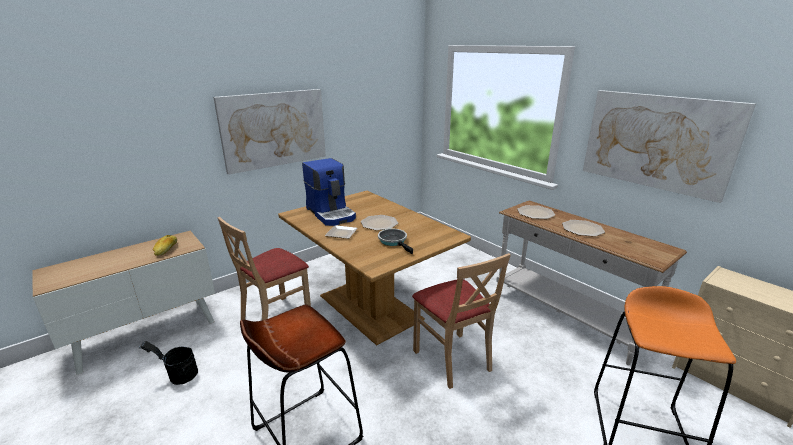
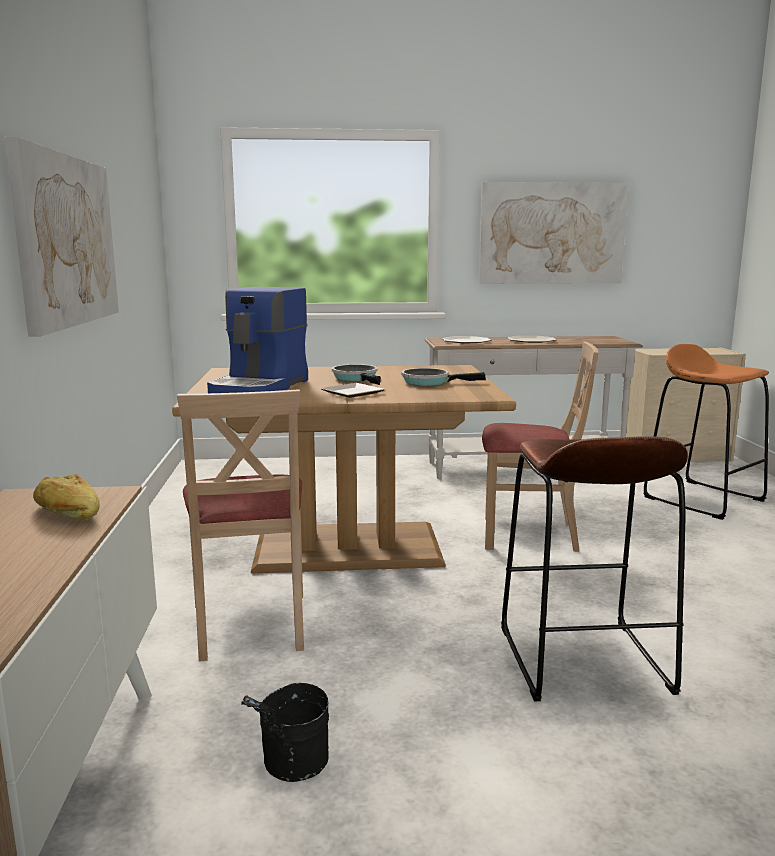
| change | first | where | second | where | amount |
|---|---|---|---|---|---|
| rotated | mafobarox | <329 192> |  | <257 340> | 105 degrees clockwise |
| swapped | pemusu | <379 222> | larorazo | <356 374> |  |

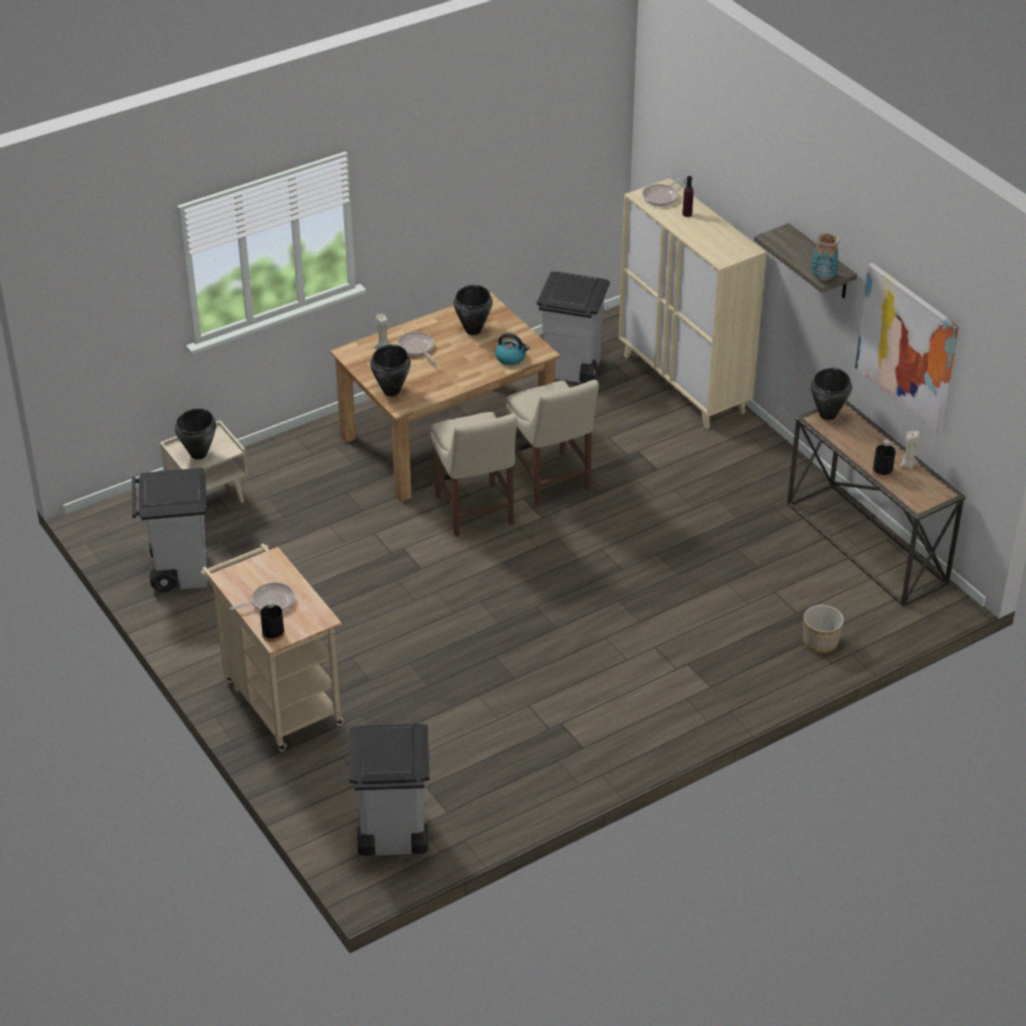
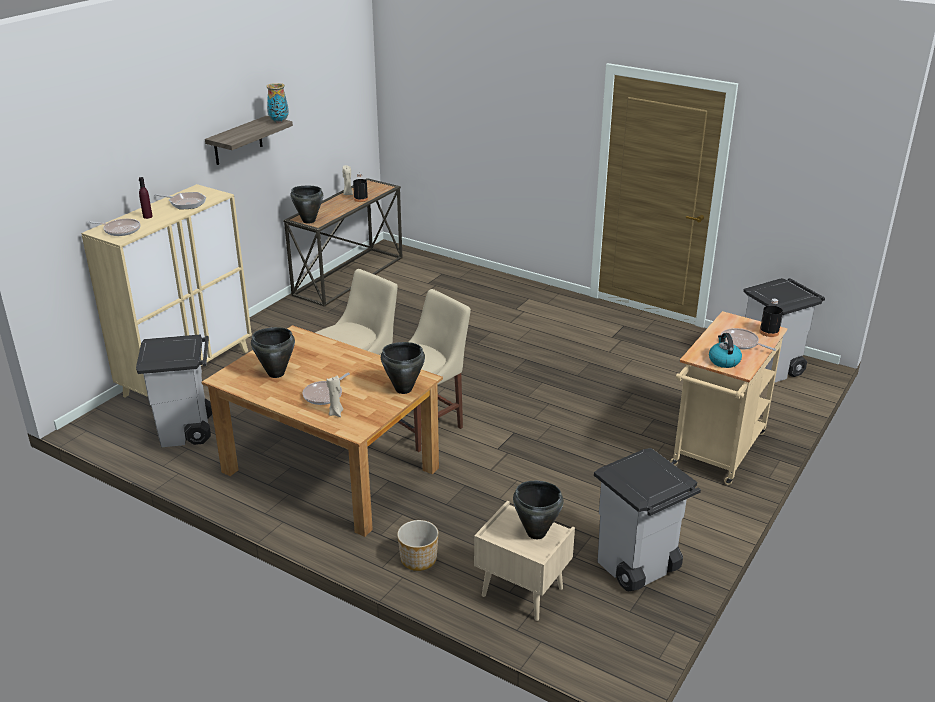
| change | first | where | second | where | amount |
|---|---|---|---|---|---|
| shifted | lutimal | <512 349> |  | <725 350> |  |
| shifted | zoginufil | <823 629> |  | <418 545> |  |
| gone | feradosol | <907 348> |  |  |  |
| new |  |  | larorazo | <180 201> |  |

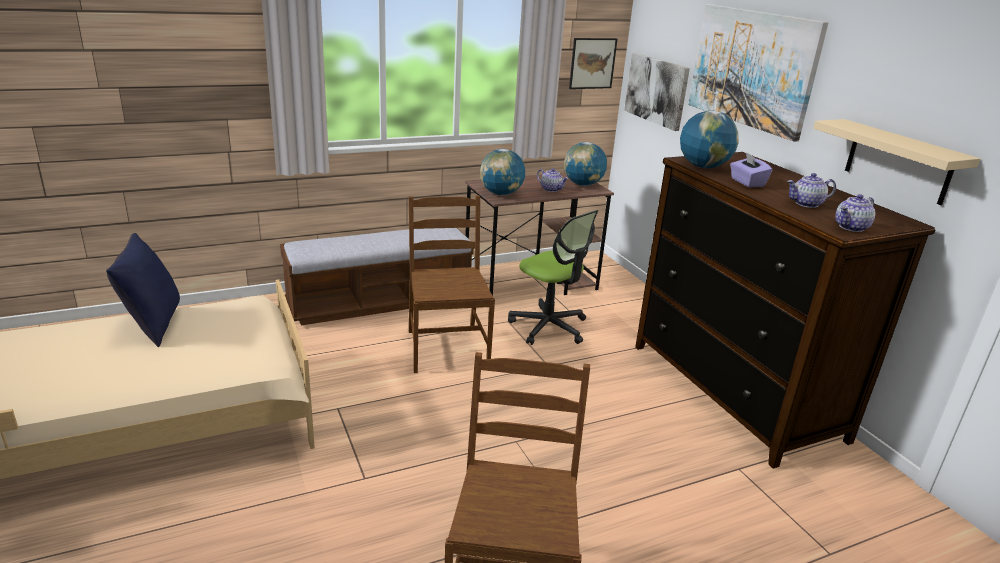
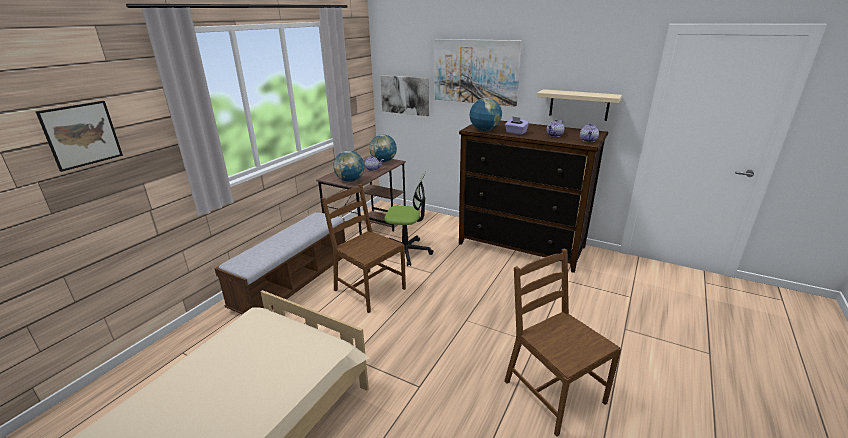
| change | first | where | second | where | amount |
|---|---|---|---|---|---|
| gone | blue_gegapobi | <143 290> |  |  |  |
| shifted | feradosol | <593 63> |  | <79 136> |  |

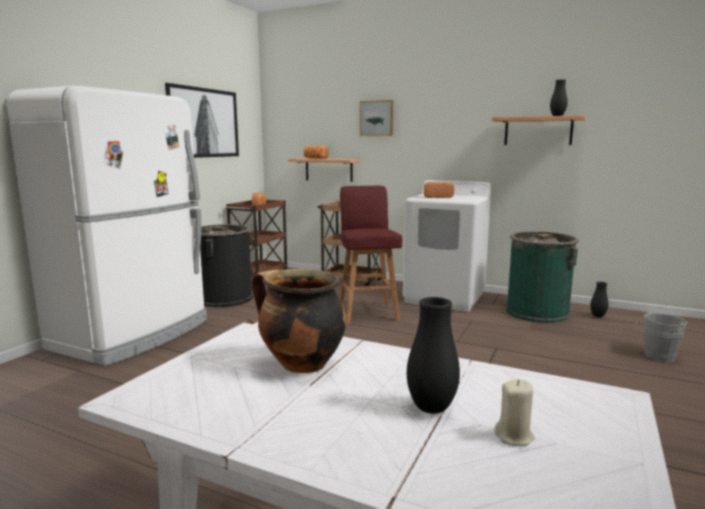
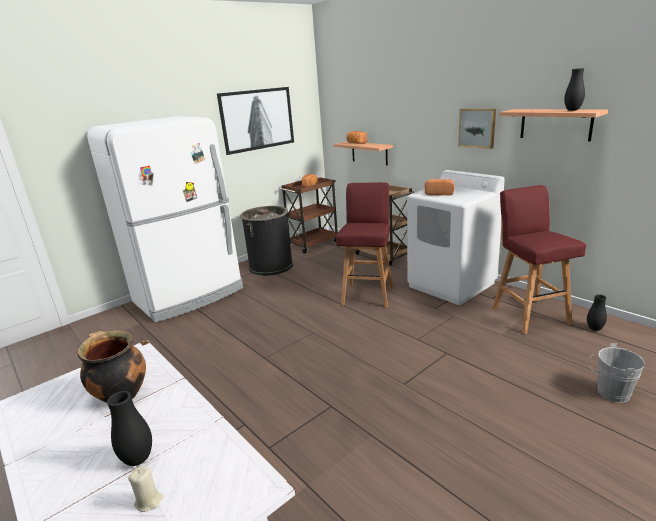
| change | first | where | second | where | amount |
|---|---|---|---|---|---|
| shifted | feradosol | <376 118> |  | <477 129> |  |
| swapped | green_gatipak | <542 277> | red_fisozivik | <539 259> |  |

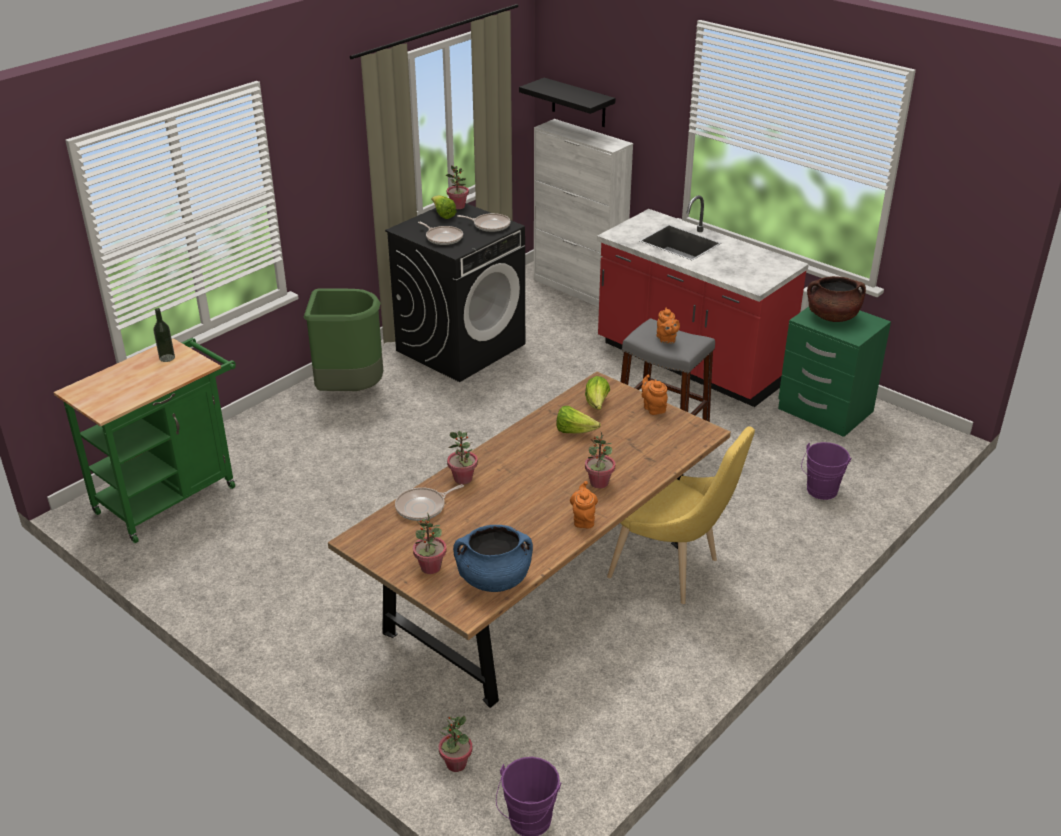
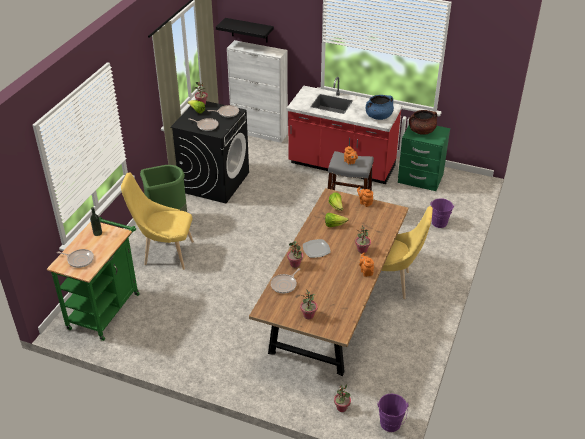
| change | first | where | second | where | amount |
|---|---|---|---|---|---|
| shifted | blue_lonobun | <493 558> |  | <380 107> |  |
| new |  |  | larorazo | <75 258> |  |
| new |  |  | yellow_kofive | <157 221> |  |
| new |  |  | pemusu | <317 248> |  |

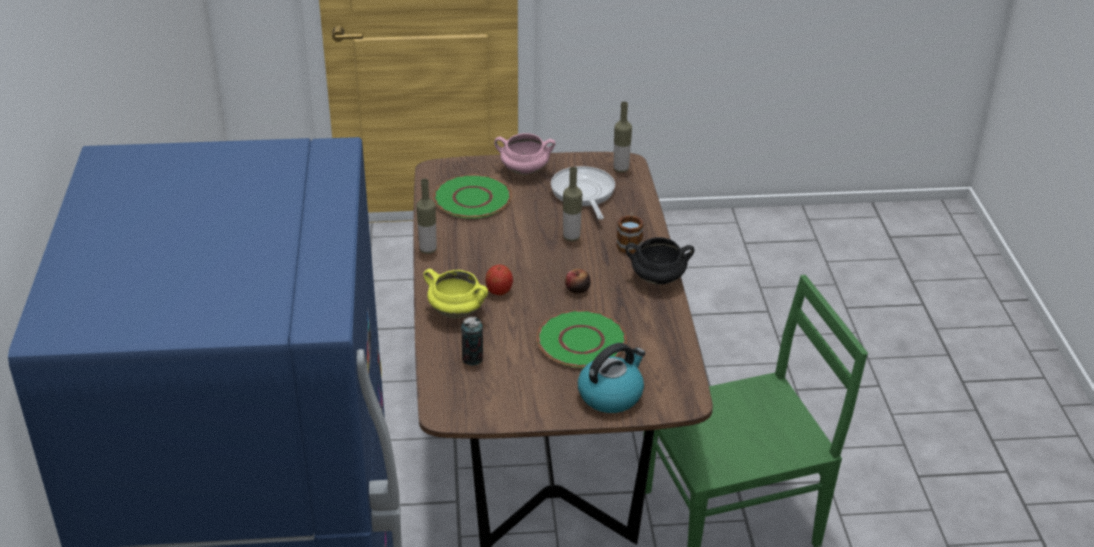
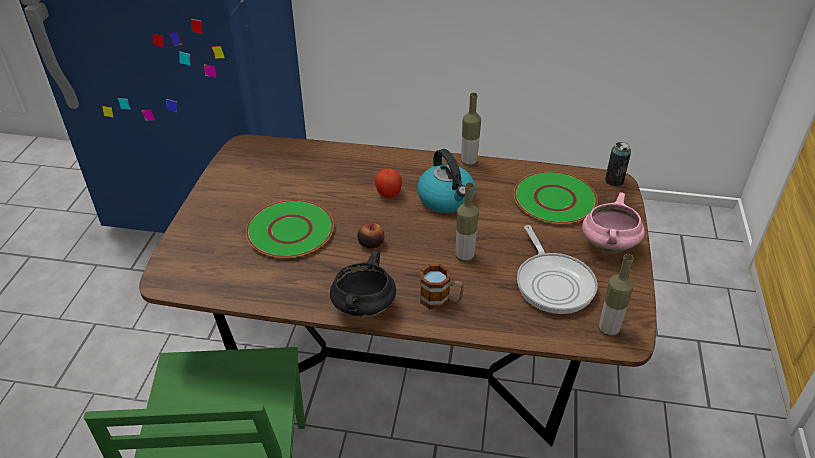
| change | first | where | second | where | amount |
|---|---|---|---|---|---|
| gone | yellow_lonobun | <455 294> |  |  |  |
| shifted | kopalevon | <472 341> |  | <618 164> |  |
| rotated | larorazo | <583 193> |  | <557 269> | 75 degrees clockwise |
| shifted | lutimal | <612 378> |  | <446 181> |  |

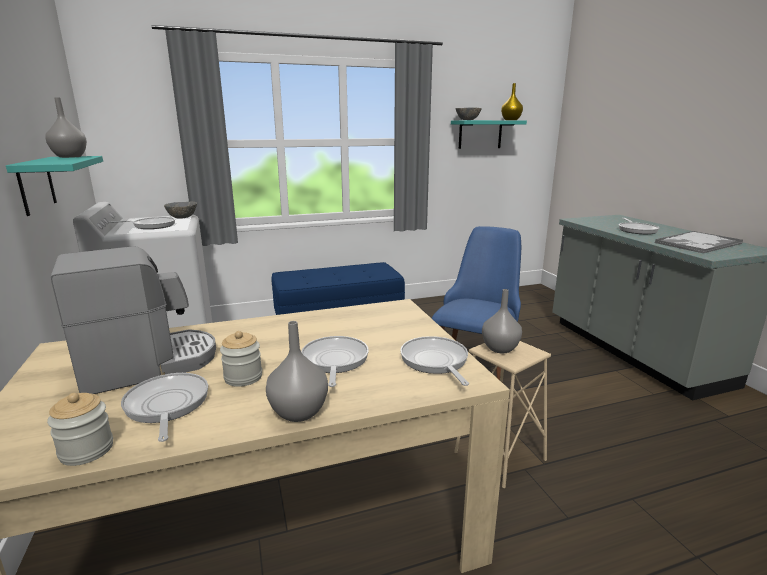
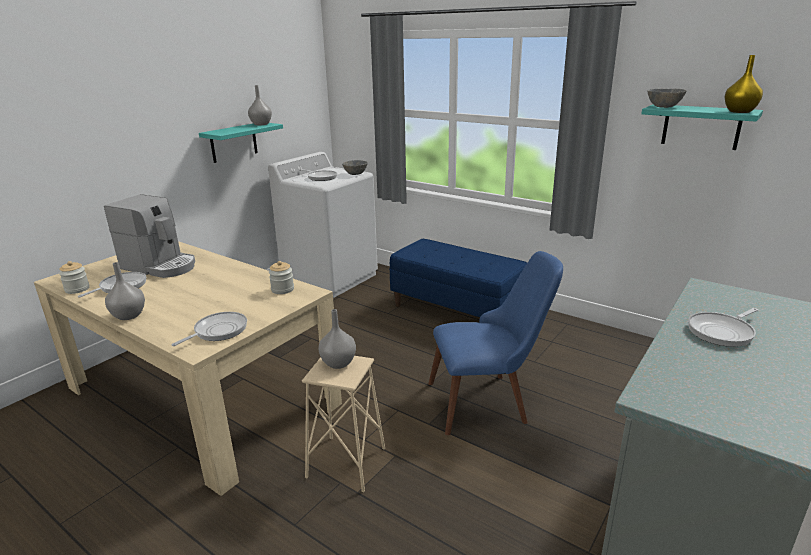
| change | first | where | second | where | amount |
|---|---|---|---|---|---|
| shifted | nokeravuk | <241 359> |  | <281 277> |  |
| gone | larorazo | <335 361> |  |  |  |
| gone | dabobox | <699 242> |  |  |  |

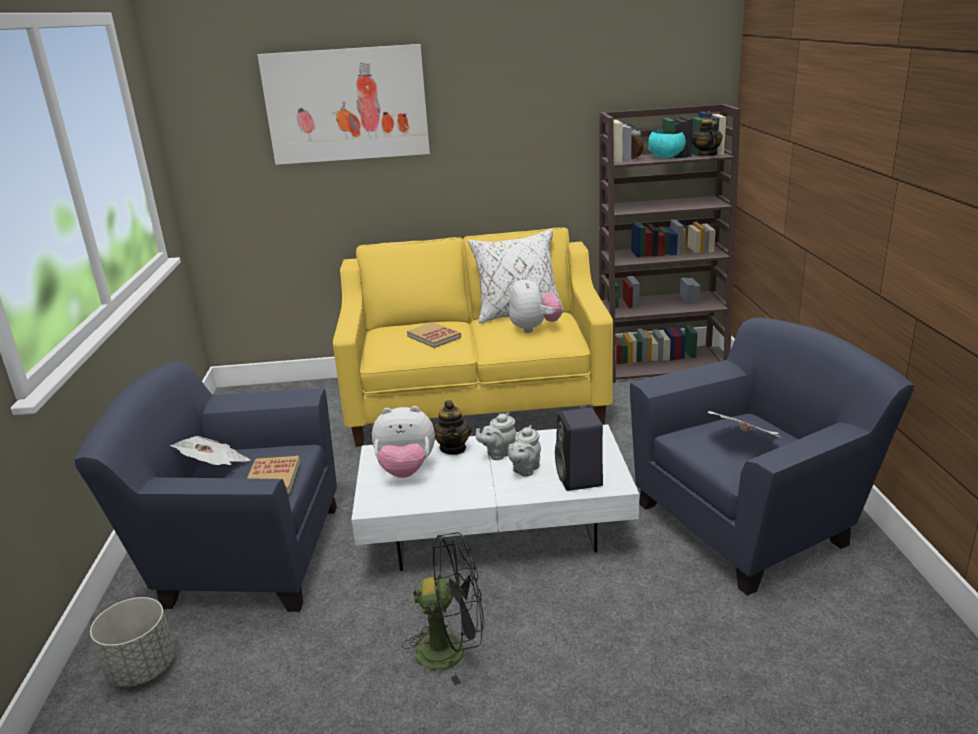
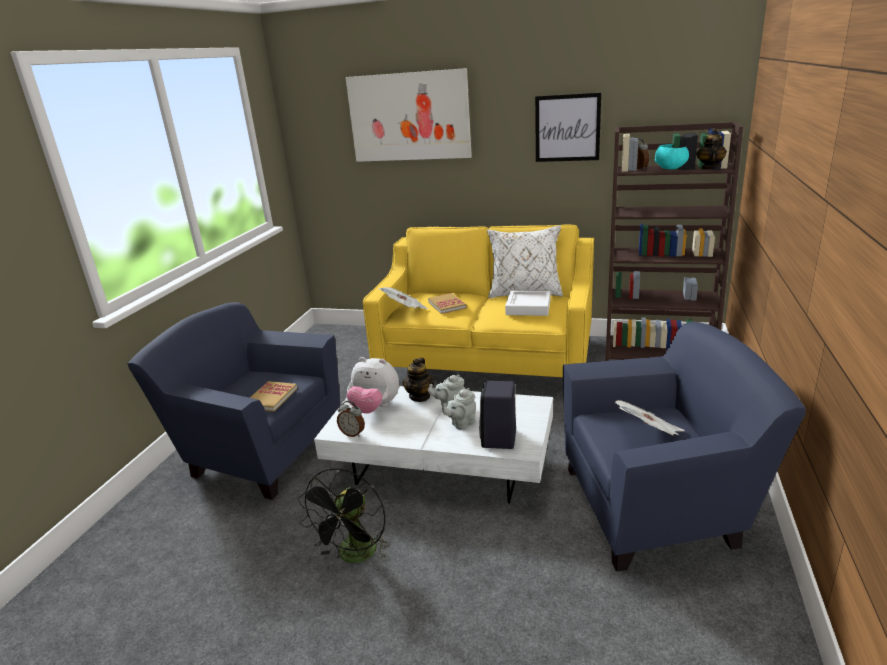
| change | first | where | second | where | amount |
|---|---|---|---|---|---|
| gone | grey_zoginufil | <132 642> |  |  |  |
| shifted | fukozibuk | <210 450> |  | <404 298> |  |
| rotated | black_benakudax | <443 608> |  | <344 515> | 90 degrees clockwise |
| swapped | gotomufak | <535 304> | white_dabobox | <527 303> |  |
| new |  |  | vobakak | <351 419> |  |
| new |  |  | feradosol | <568 127> |  |

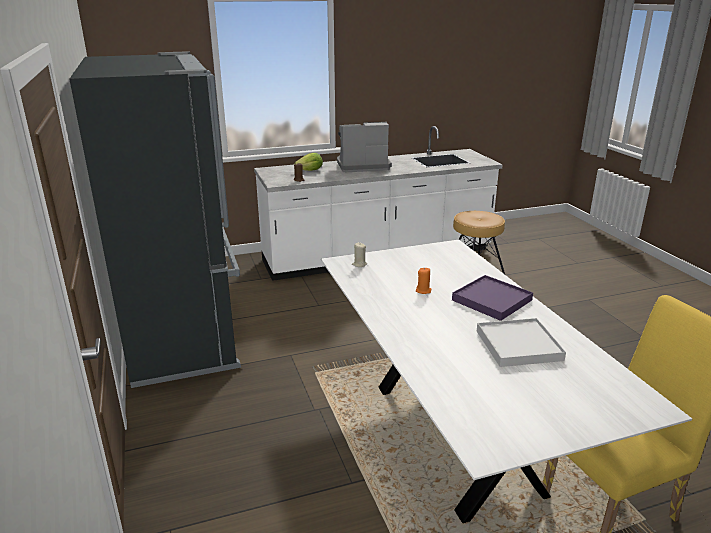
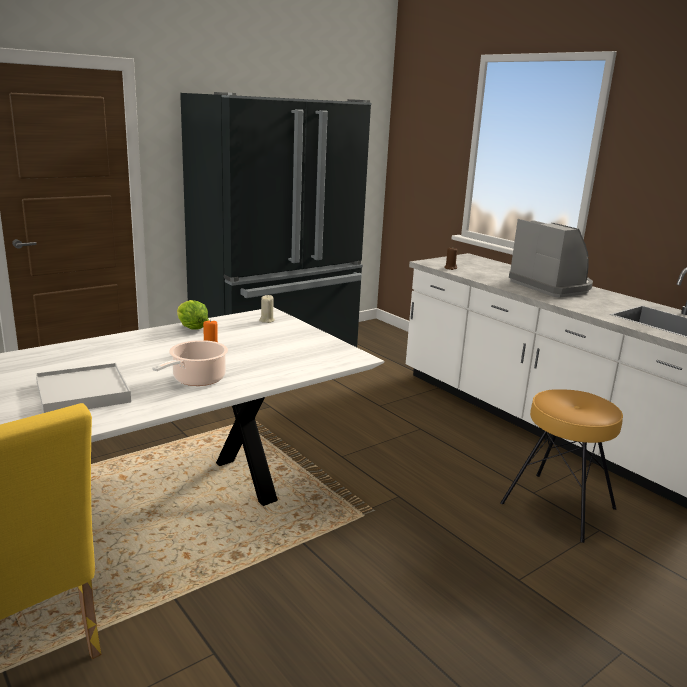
| change | first | where | second | where | amount |
|---|---|---|---|---|---|
| shifted | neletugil | <309 162> |  | <193 315> |  |
| swapped | purple_dabobox | <492 298> | lonobun | <190 363> |  |

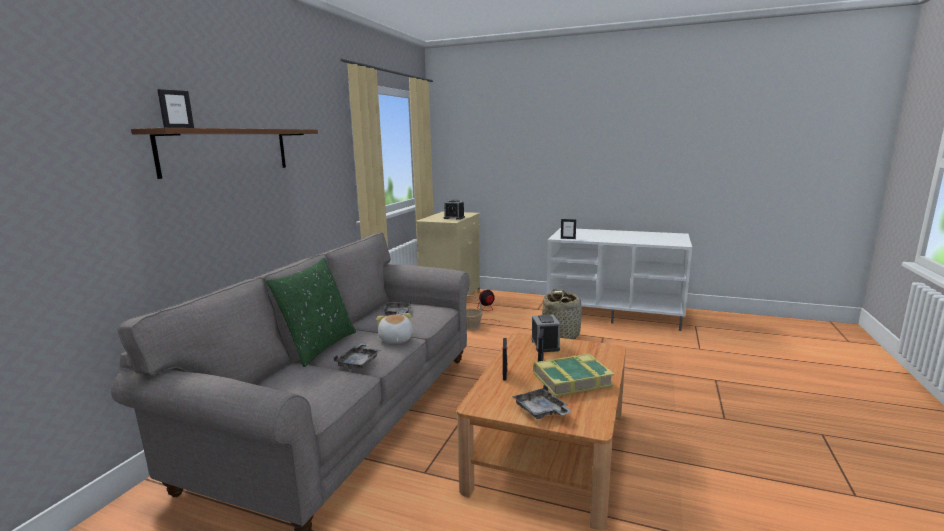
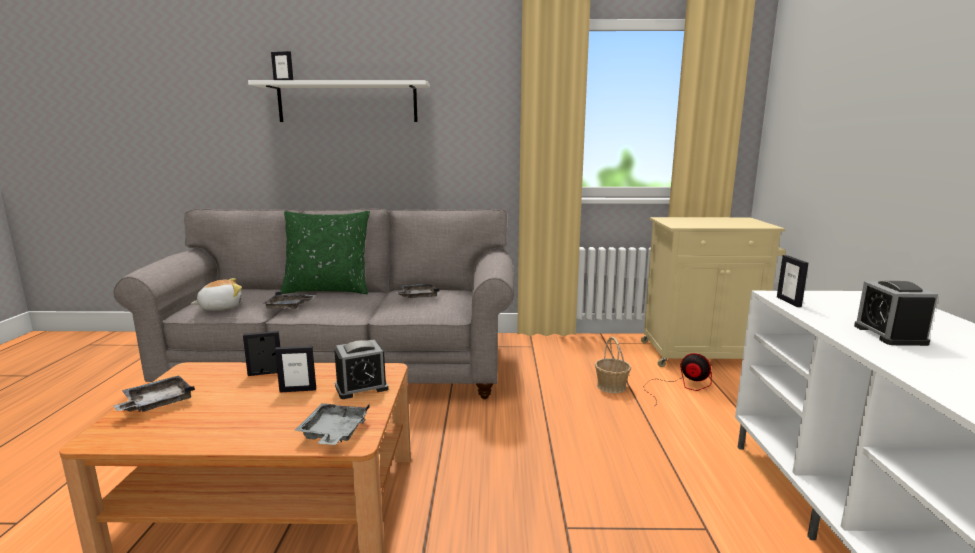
| change | first | where | second | where | amount |
|---|---|---|---|---|---|
| repainted | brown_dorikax | <224 153> | white_dorikax | <339 101> |  |
| shifted | gotomufak | <395 328> |  | <216 294> |  |
| shifted | vobakak | <454 209> |  | <896 313> |  |
| gone | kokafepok | <573 375> |  |  |  |
| gone | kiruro | <562 313> |  |  |  |
| new |  |  | grey_dabobox | <332 424> |  |

